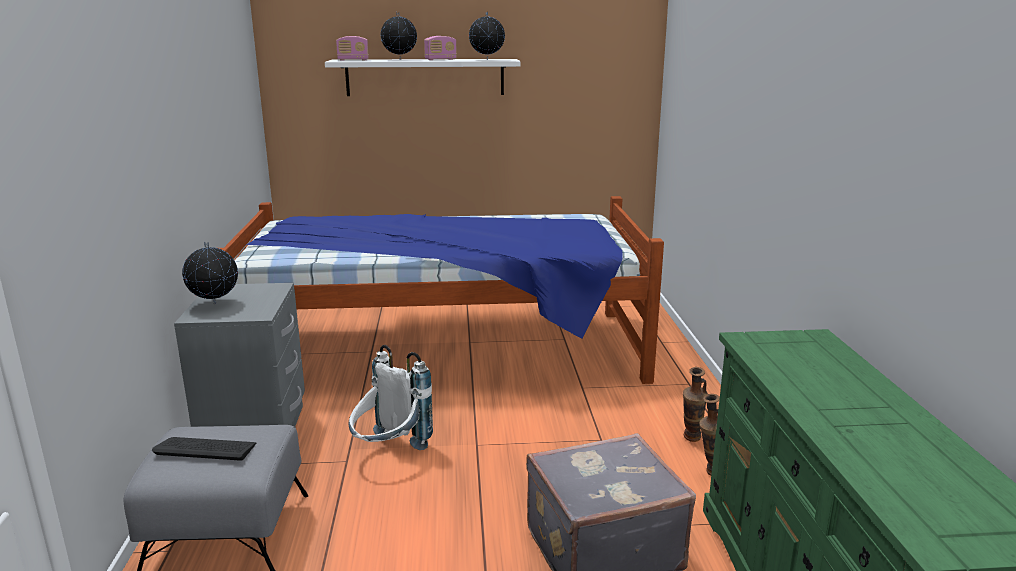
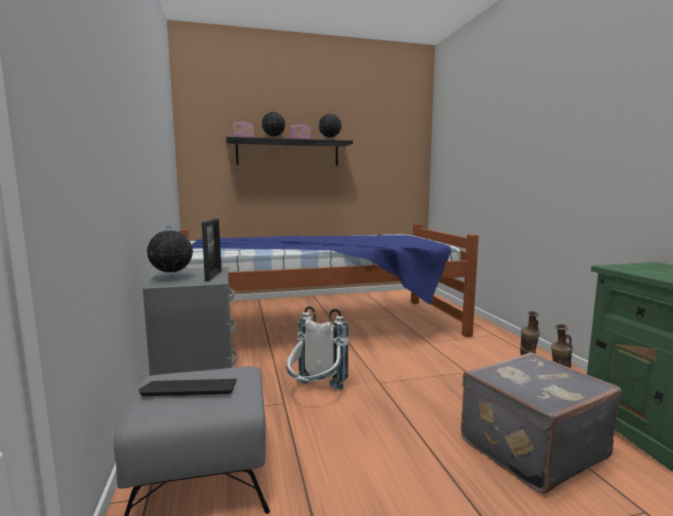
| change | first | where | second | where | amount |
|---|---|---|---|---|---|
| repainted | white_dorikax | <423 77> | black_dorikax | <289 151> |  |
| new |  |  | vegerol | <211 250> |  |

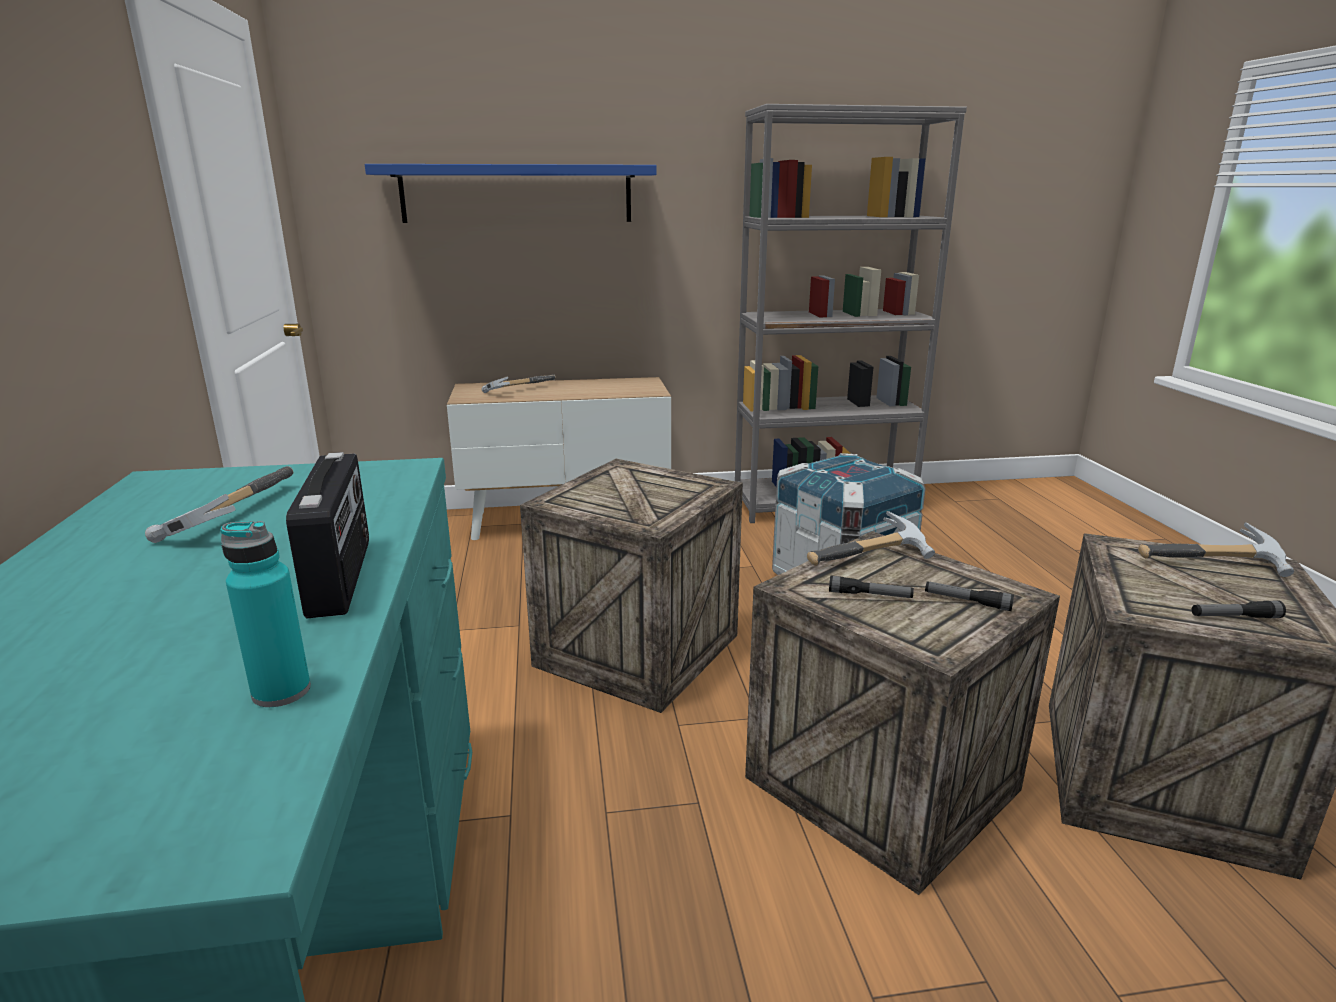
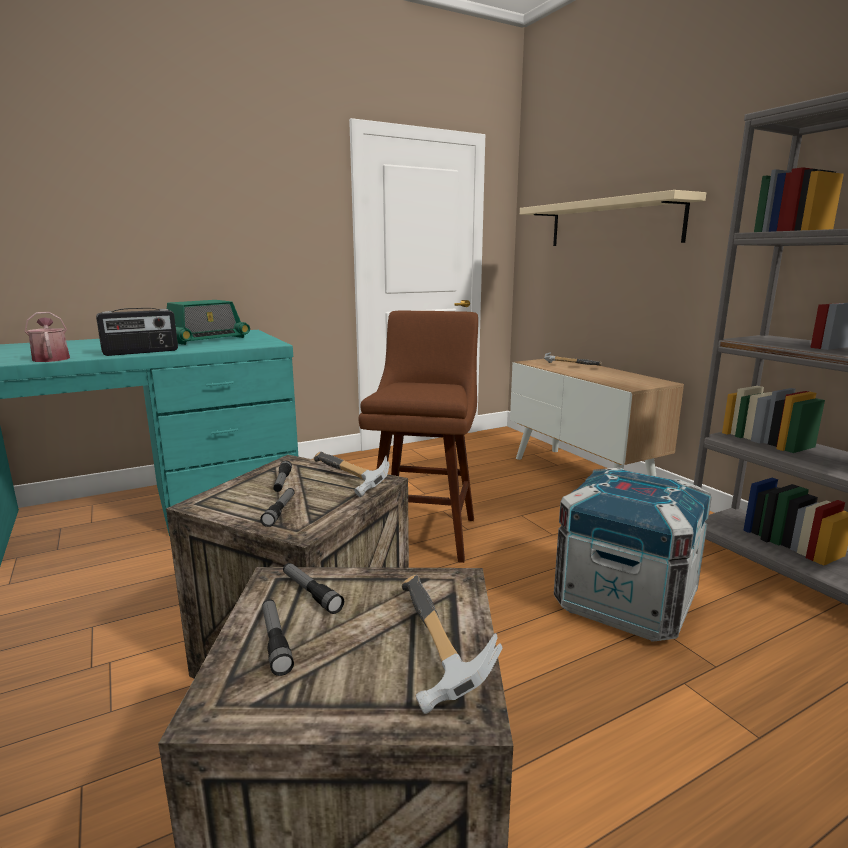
| change | first | where | second | where | amount |
|---|---|---|---|---|---|
| swapped | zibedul | <219 504> | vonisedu | <208 322> |  |
| swapped | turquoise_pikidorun | <265 614> | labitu | <47 337> |  |
| repainted | blue_dorikax | <511 193> | beige_dorikax | <613 218> |  |
| swapped | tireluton | <631 586> | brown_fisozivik | <418 437> |  |
| new |  |  | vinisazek | <313 588> |  |

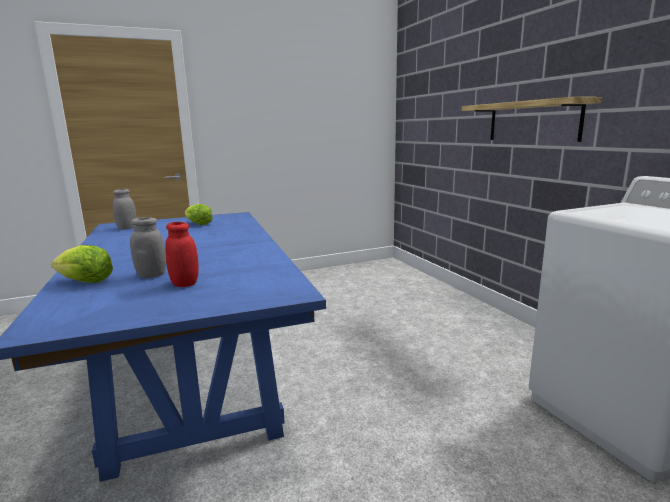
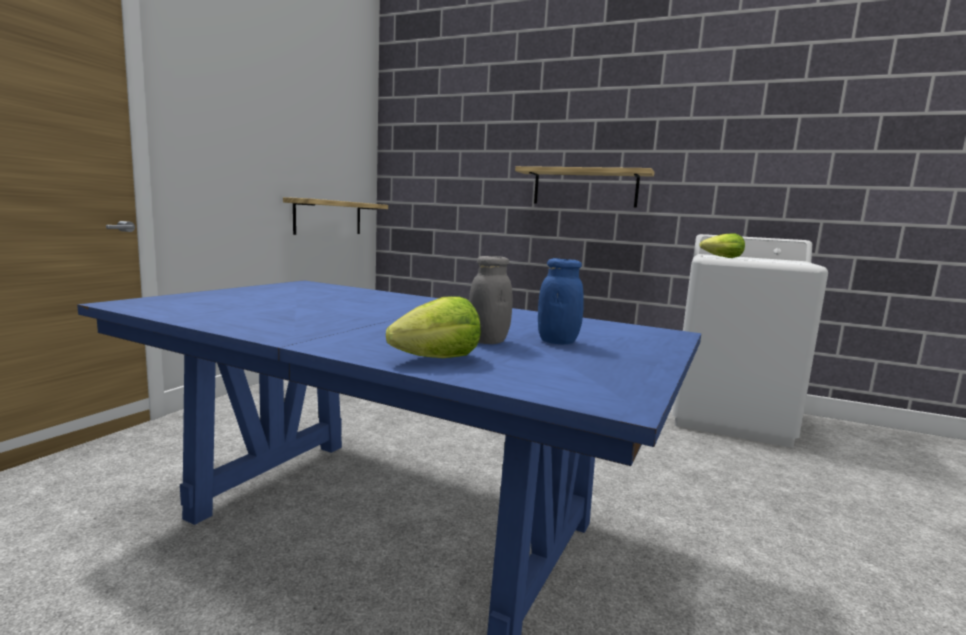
| change | first | where | second | where | amount |
|---|---|---|---|---|---|
| gone | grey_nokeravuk | <124 209> |  |  |  |
| repainted | red_nokeravuk | <182 254> | blue_nokeravuk | <561 301> |  |
| shifted | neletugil | <199 214> |  | <722 245> |  |
| new |  |  | dorikax | <335 216> |  |

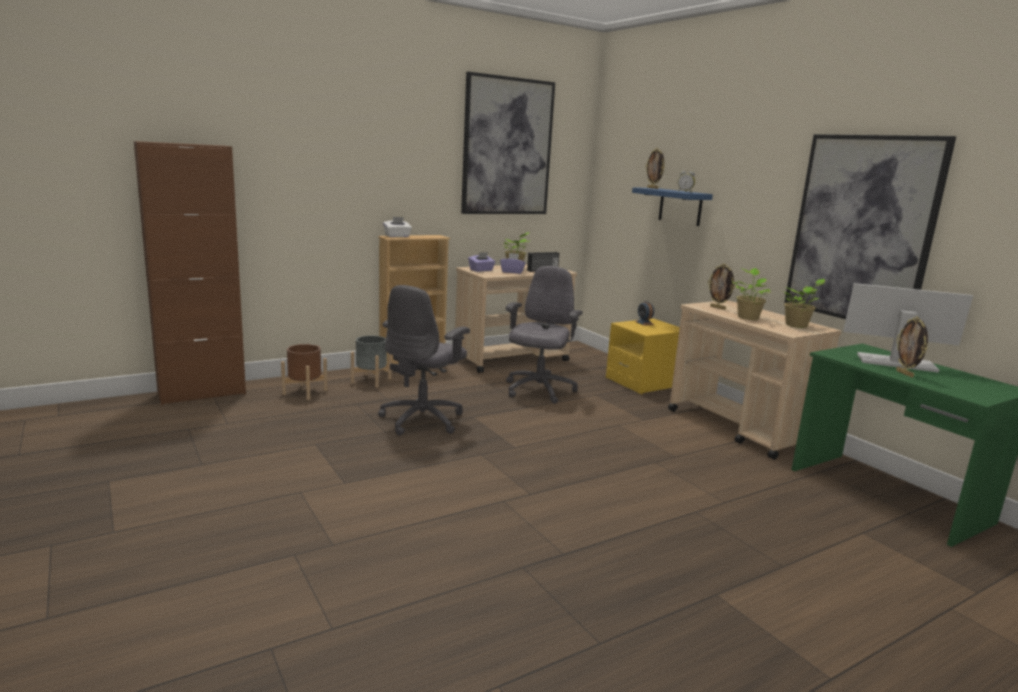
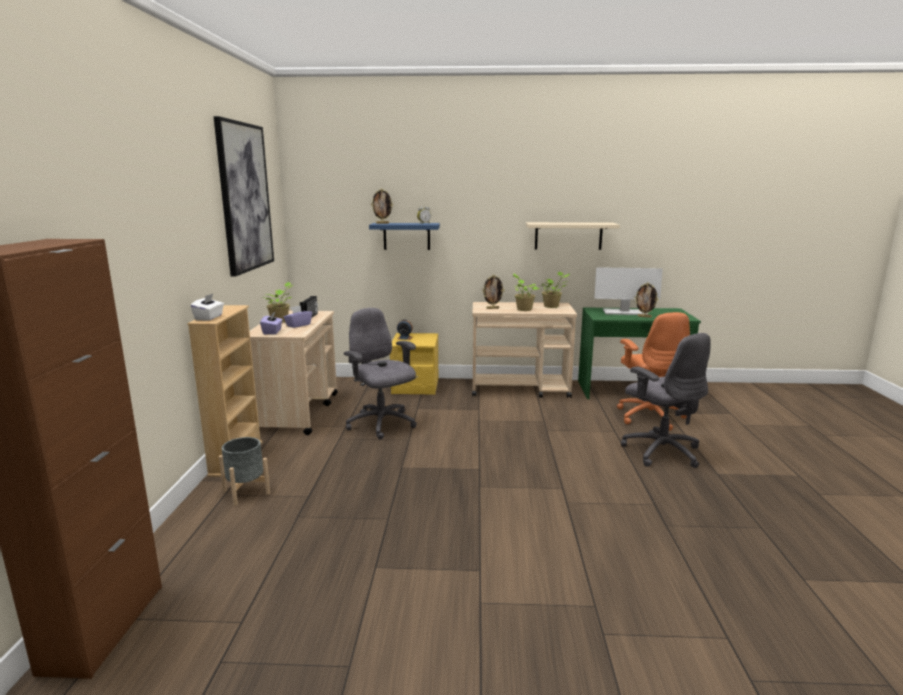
| change | first | where | second | where | amount |
|---|---|---|---|---|---|
| gone | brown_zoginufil | <304 372> |  |  |  |
| shifted | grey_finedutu | <424 360> |  | <666 400> |  |
| swapped | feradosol | <870 226> | beige_dorikax | <573 236> |  |
| rotated | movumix | <908 328> |  | <628 291> | 135 degrees counterclockwise |
| new |  |  | orange_finedutu | <653 371> |  |

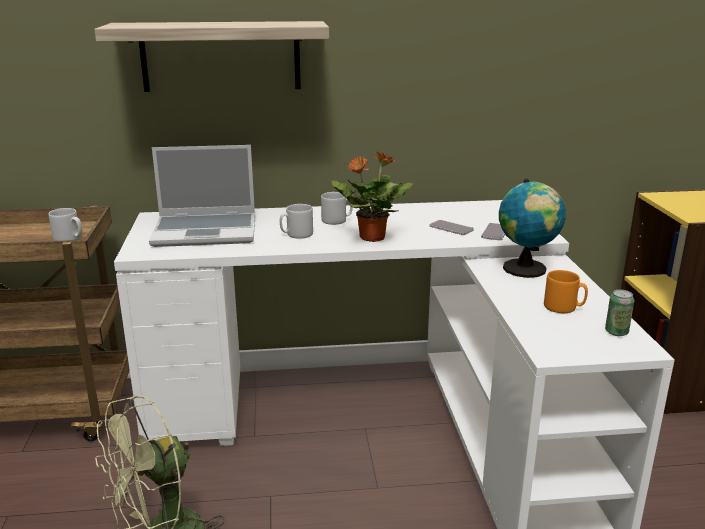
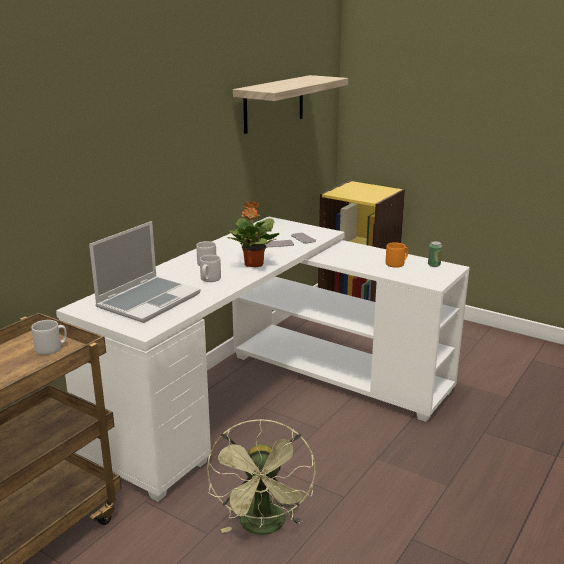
| change | first | where | second | where | amount |
|---|---|---|---|---|---|
| shifted | dorikax | <211 56> |  | <290 104> |  |
| gone | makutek | <532 228> |  |  |  |

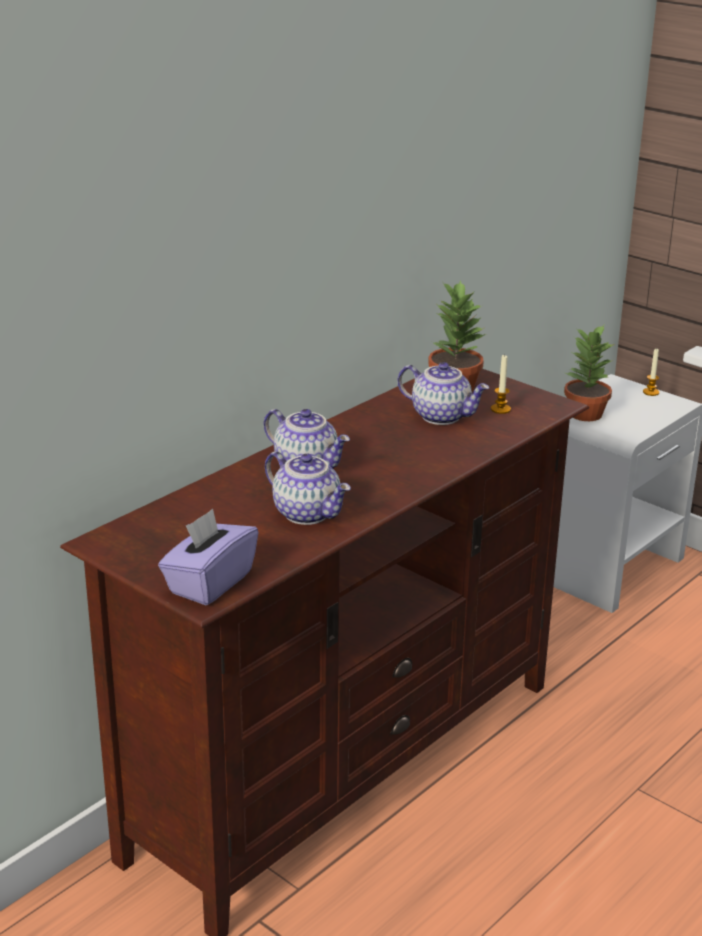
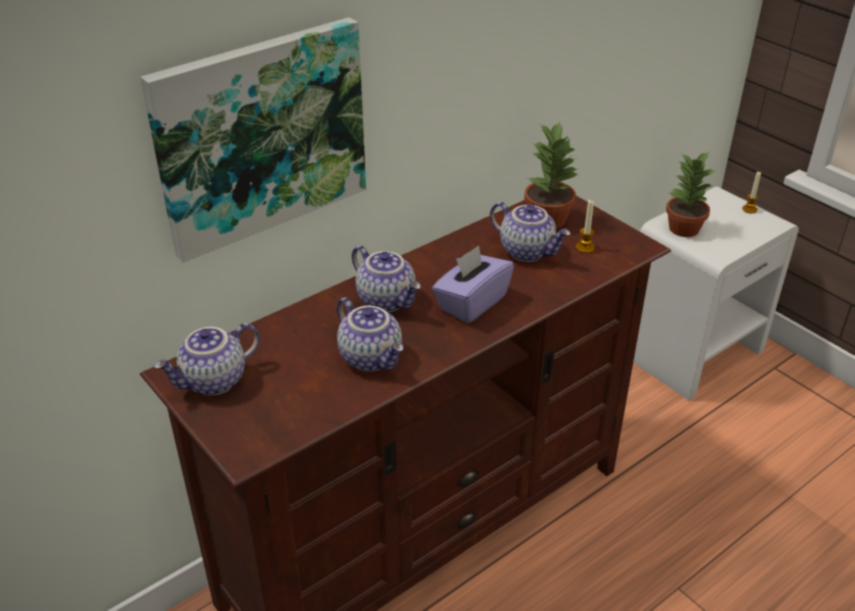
| change | first | where | second | where | amount |
|---|---|---|---|---|---|
| shifted | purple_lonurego | <208 557> |  | <473 284> |  |
| new |  |  | feradosol | <253 140> |  |
| new |  |  | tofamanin | <207 359> |  |

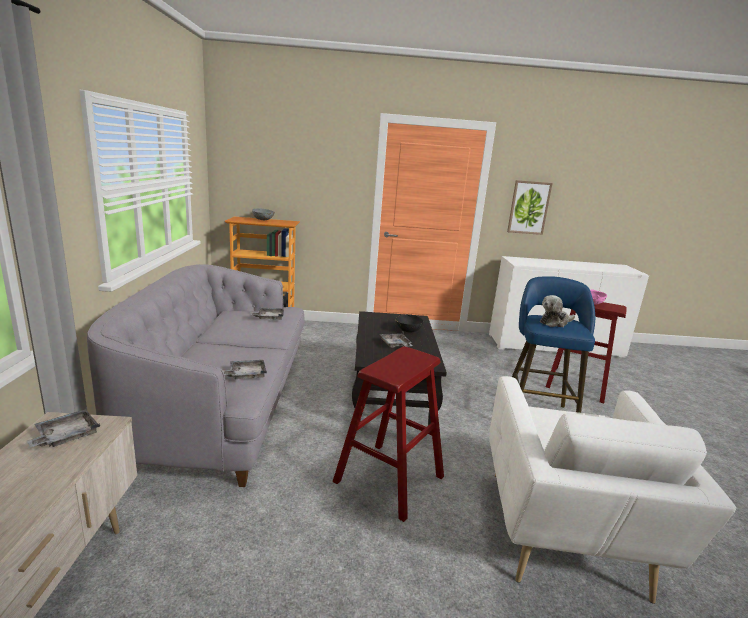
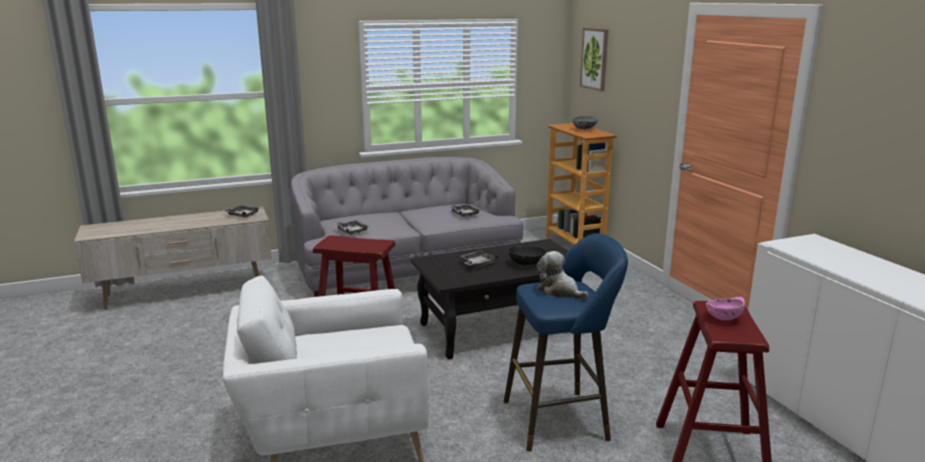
| change | first | where | second | where | amount |
|---|---|---|---|---|---|
| shifted | feradosol | <530 207> |  | <594 59> |  |

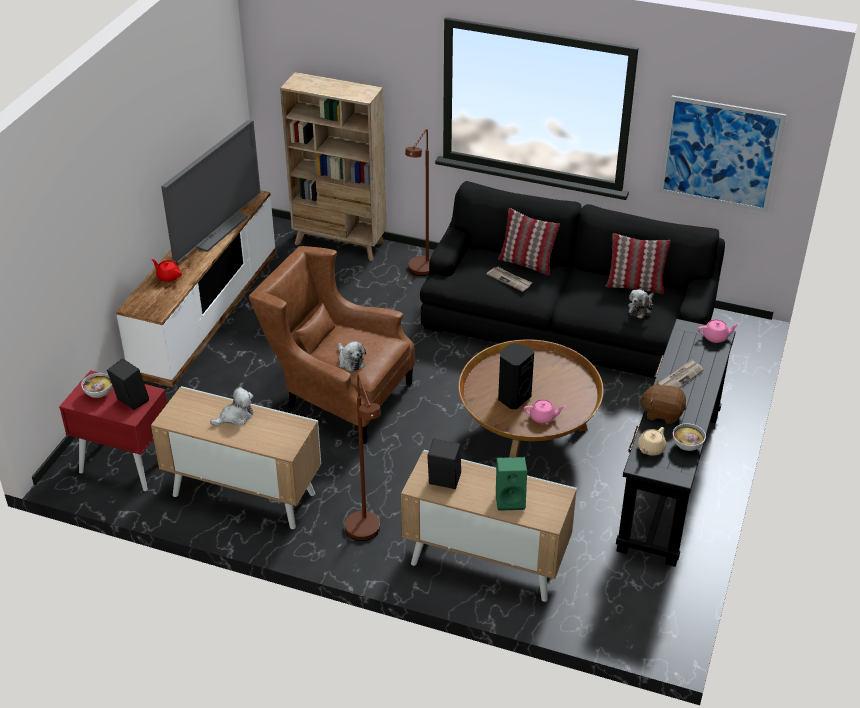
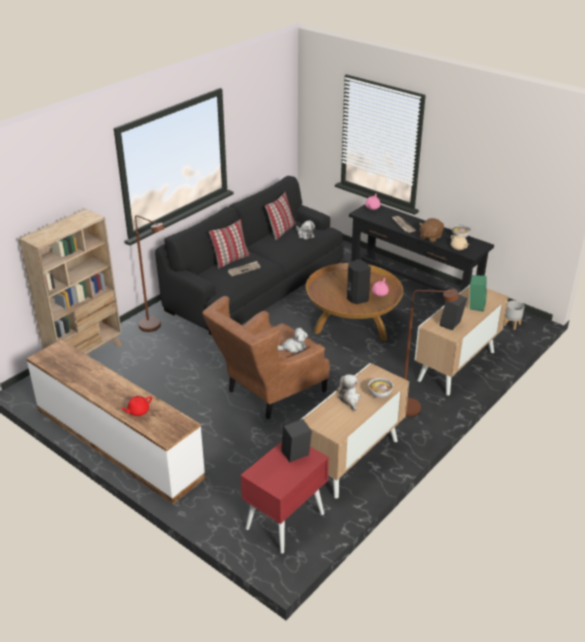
| change | first | where | second | where | amount |
|---|---|---|---|---|---|
| shifted | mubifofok | <96 385> |  | <380 388> |  |
| gone | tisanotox | <211 191> |  |  |  |
| gone | feradosol | <722 154> |  |  |  |
| new |  |  | grey_zoginufil | <514 315> |  |

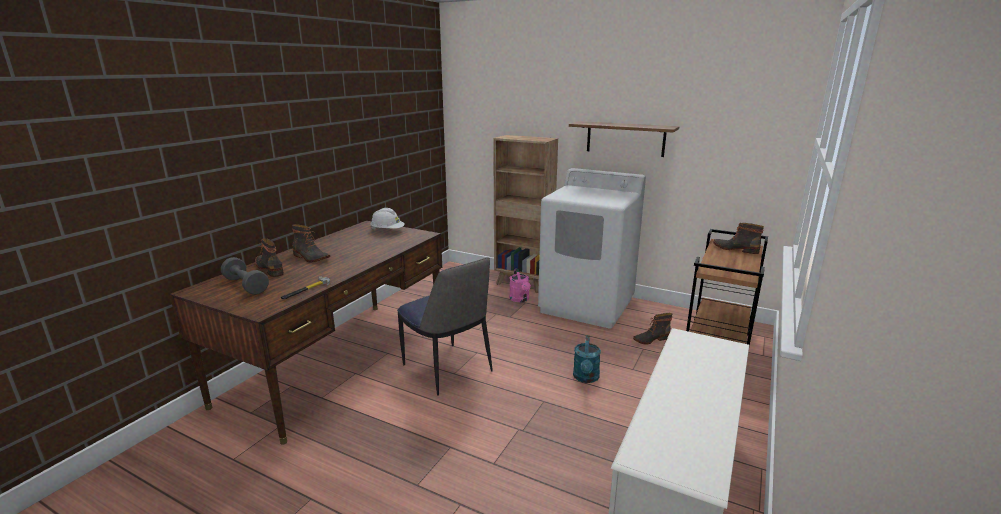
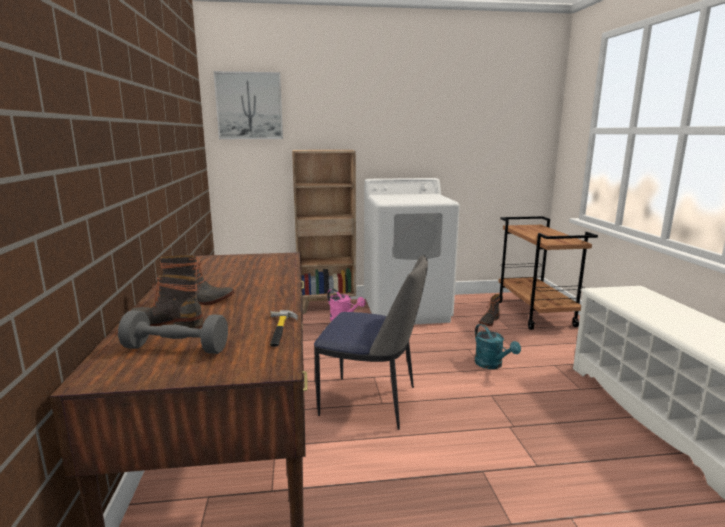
| change | first | where | second | where | amount |
|---|---|---|---|---|---|
| gone | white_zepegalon | <387 219> |  |  |  |
| gone | dorikax | <624 139> |  |  |  |
| gone | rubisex | <738 238> |  |  |  |
| new |  |  | feradosol | <248 105> |  |

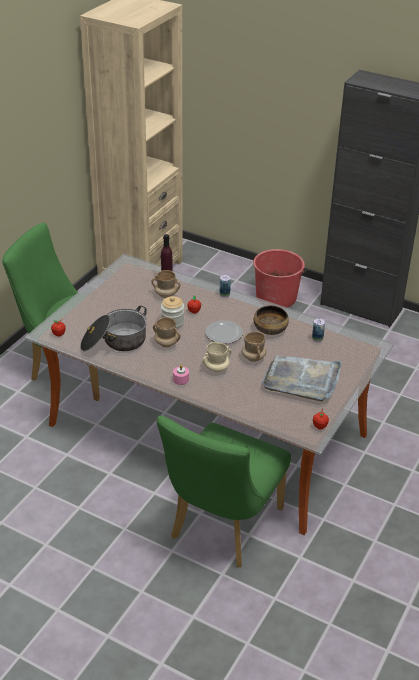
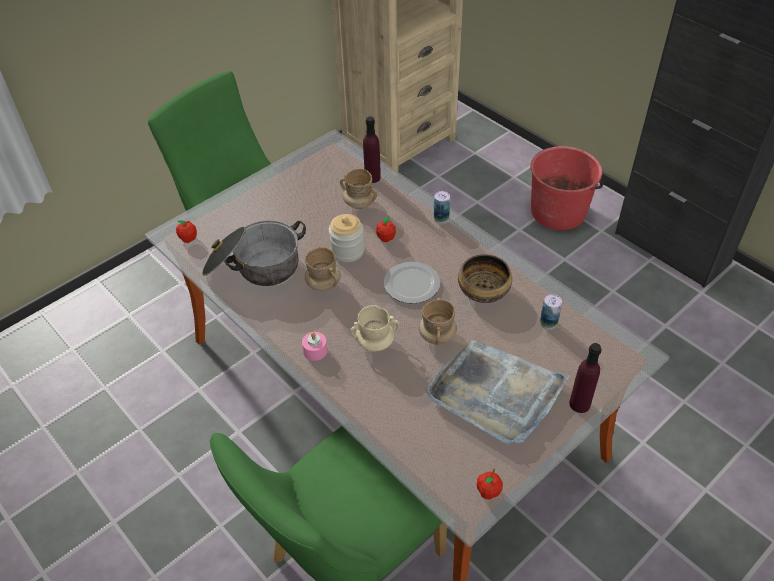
| change | first | where | second | where | amount |
|---|---|---|---|---|---|
| new |  |  | purple_pikidorun | <585 378> |  |

